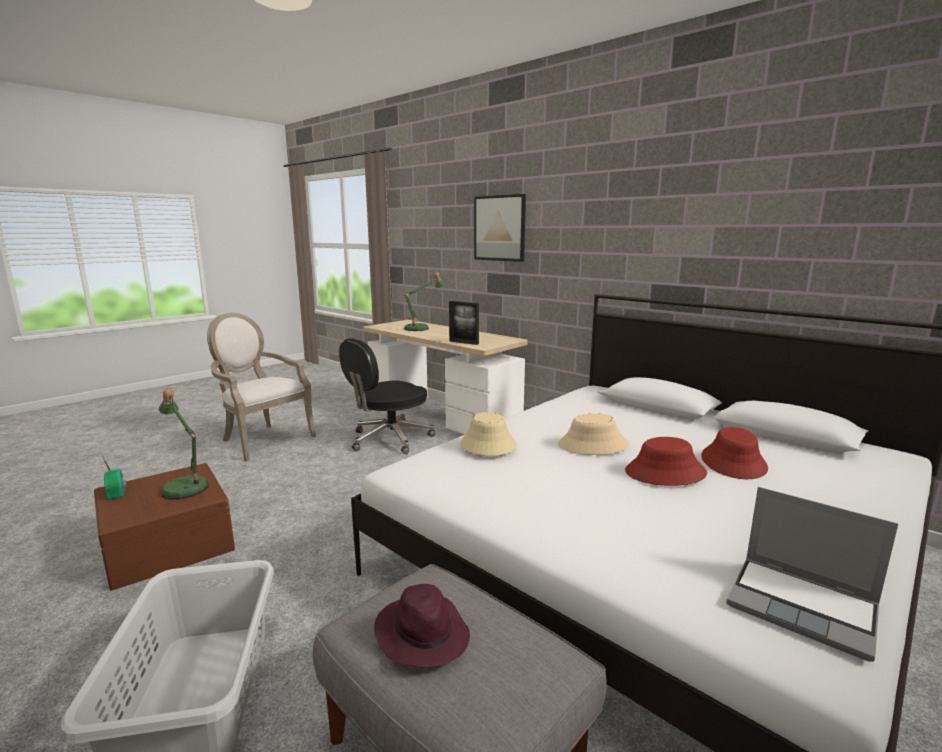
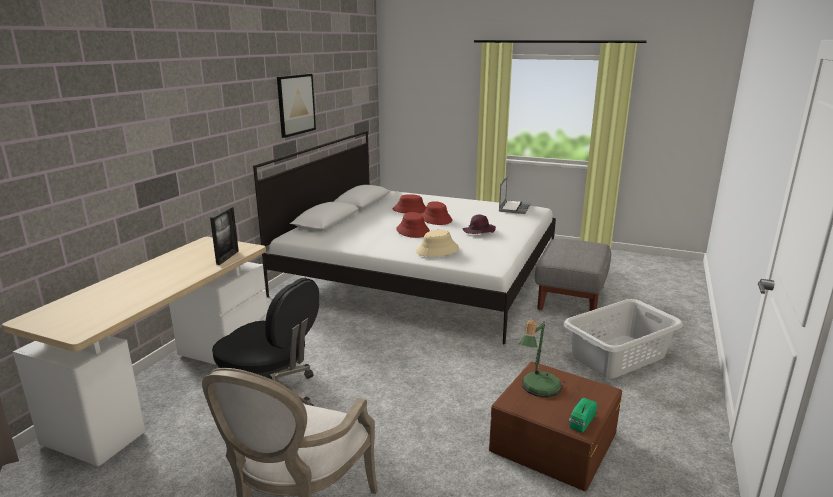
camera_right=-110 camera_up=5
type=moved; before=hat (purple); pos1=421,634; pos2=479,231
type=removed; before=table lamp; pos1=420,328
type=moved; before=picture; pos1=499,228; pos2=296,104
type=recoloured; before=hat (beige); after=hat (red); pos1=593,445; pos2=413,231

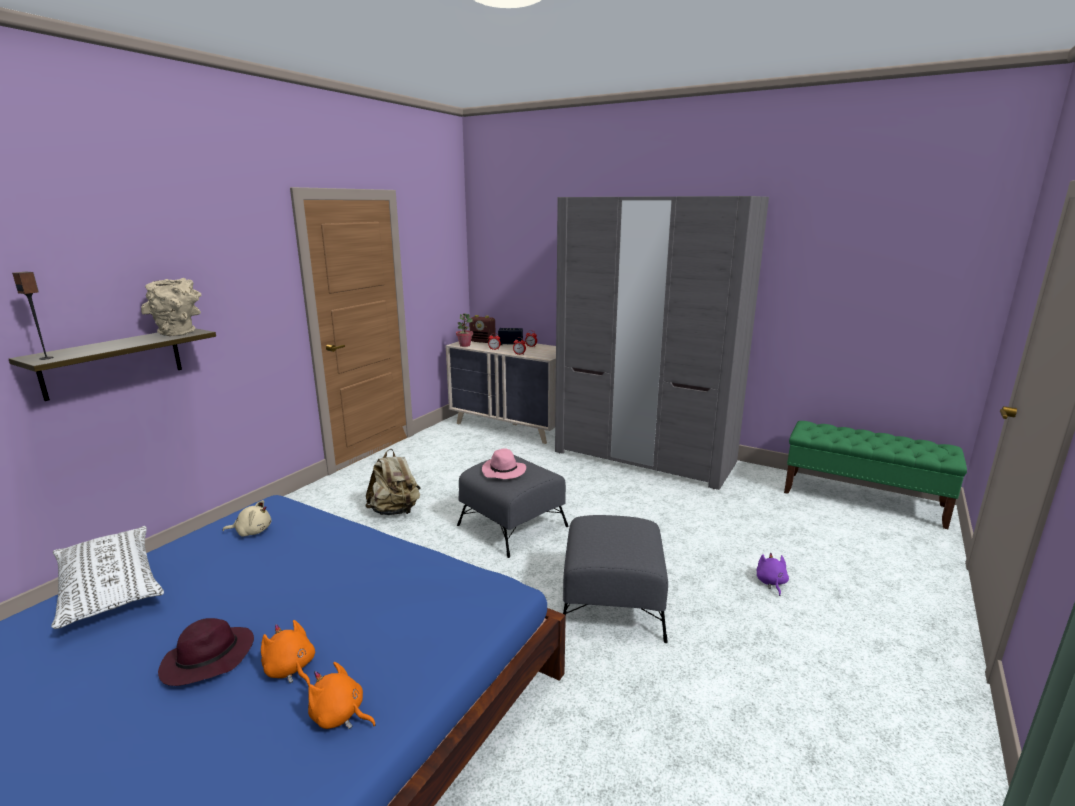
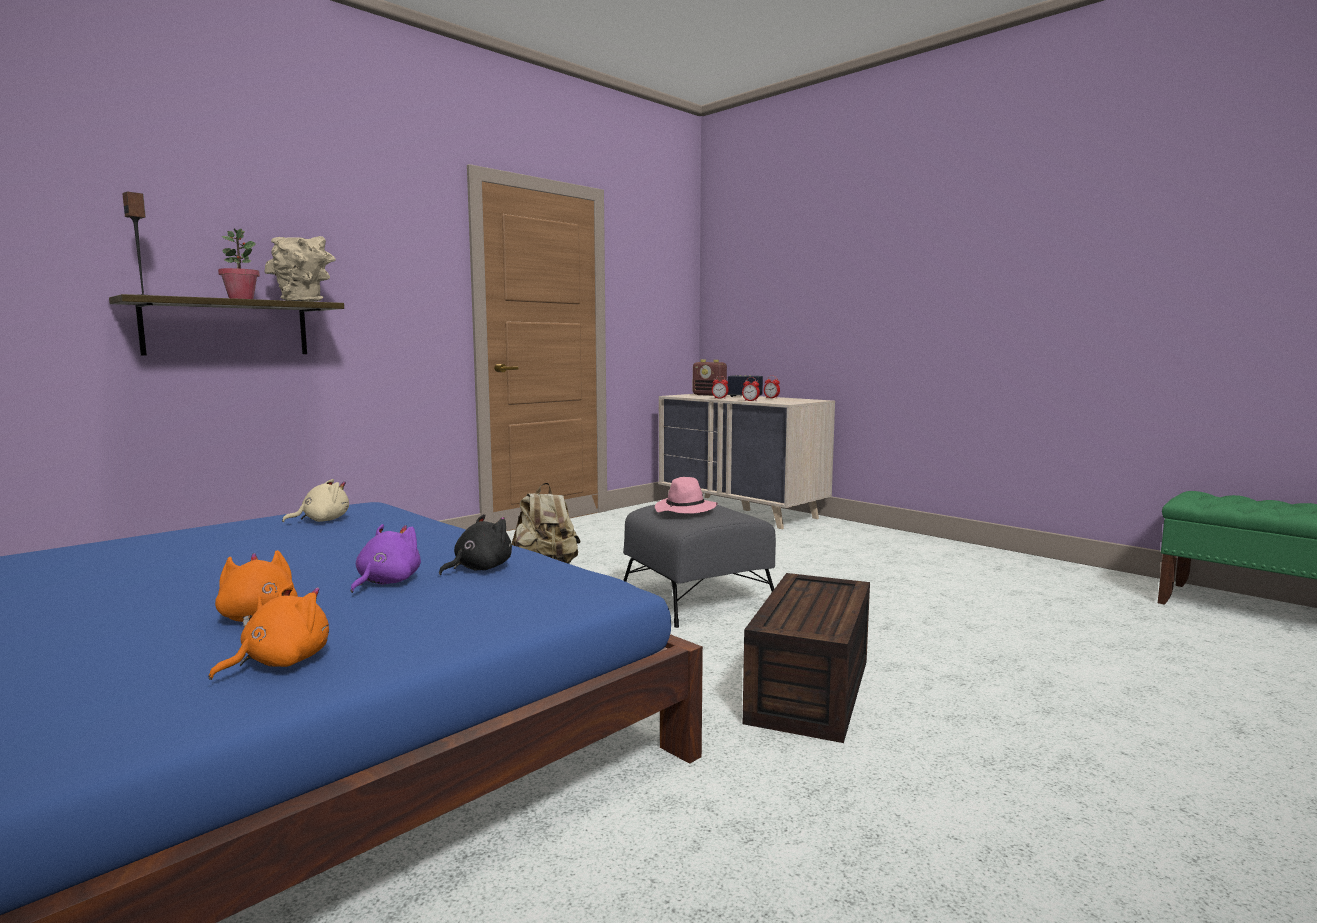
camera_right=15 camera_up=-10
type=removed; before=pillow (white); pos1=110,588
type=removed; before=hat (purple); pos1=207,661
type=turned; before=plush toy (beige); pos1=252,531; pos2=322,520; turn=-45
type=turned; before=plush toy (orange); pos1=340,716; pos2=280,663; turn=90
type=moved; before=potted plant; pos1=465,345; pos2=241,299
type=removed; before=wardrobe (grey); pos1=643,457
type=replaced; before=ottoman (grey); after=storage box (brown); pos1=611,604; pos2=812,692
type=moved; before=plush toy (purple); pos1=771,582; pos2=386,582
type=added; after=plush toy (black); pos2=479,568

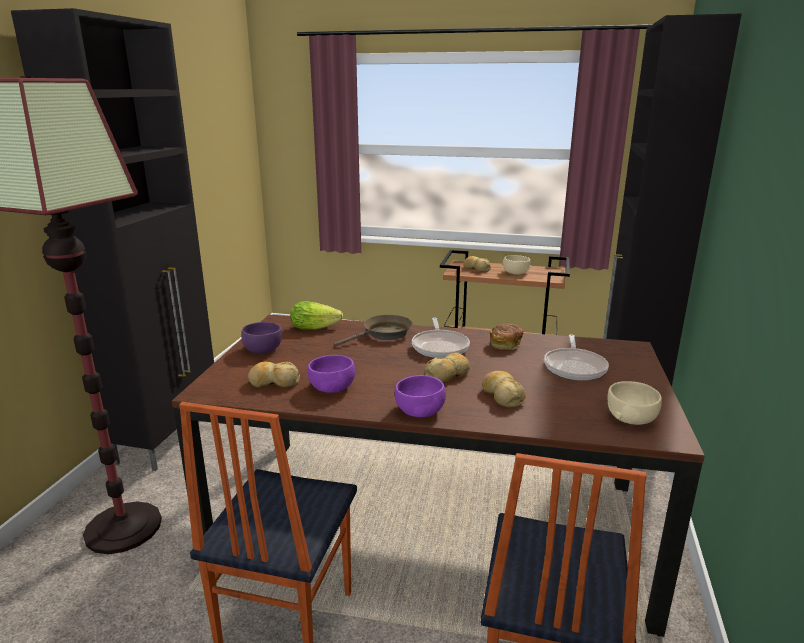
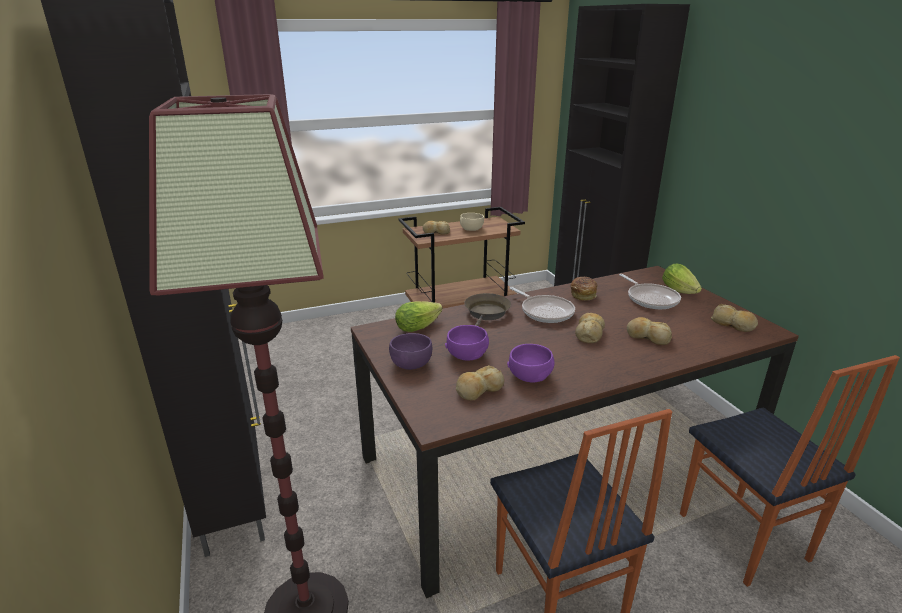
camera_right=-35 camera_up=5
type=moved; before=bowl (purple); pos1=420,410; pos2=467,354
type=replaced; before=bowl (beige); after=bread; pos1=631,417; pos2=733,324
type=added; after=lettuce; pos2=681,291

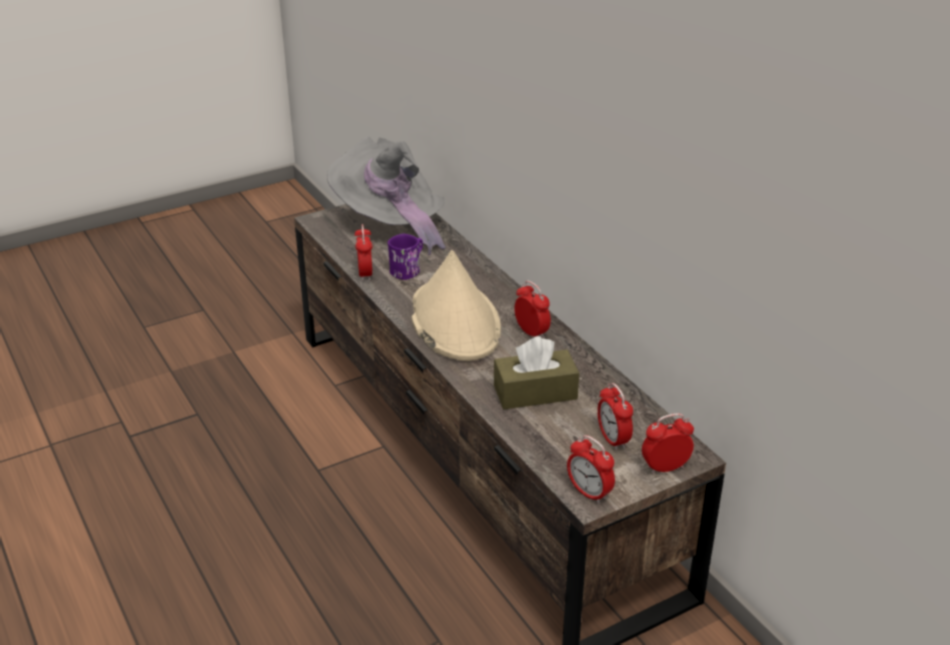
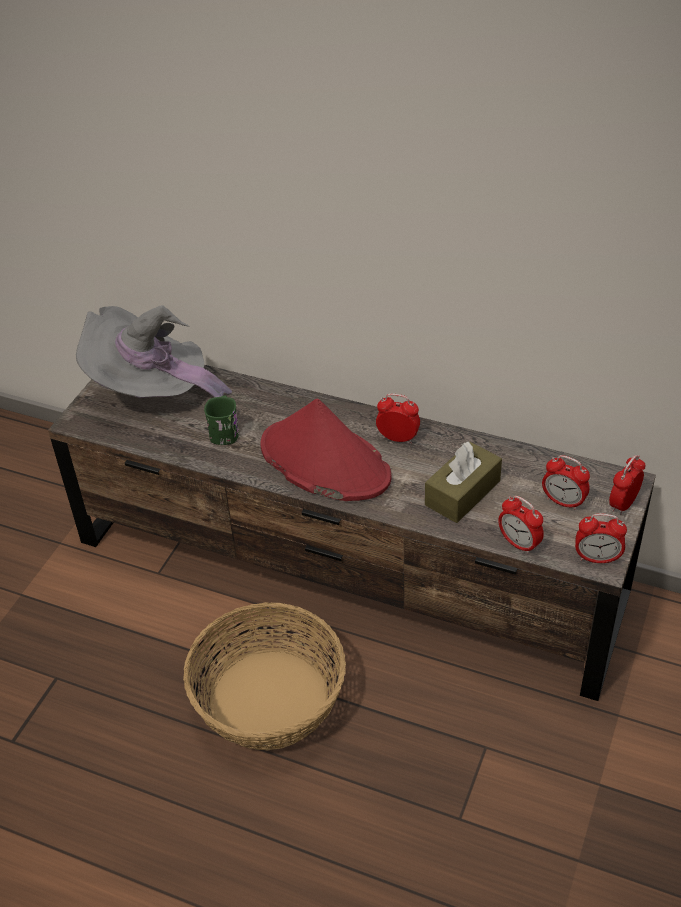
camera_right=-35 camera_up=10
type=moved; before=alarm clock; pos1=365,273; pos2=519,543
type=recoloured; before=mug (purple); after=mug (green); pos1=408,270; pos2=225,431
type=recoloured; before=hat (beige); after=hat (red); pos1=454,321; pos2=324,462
type=added; after=basket; pos2=270,698

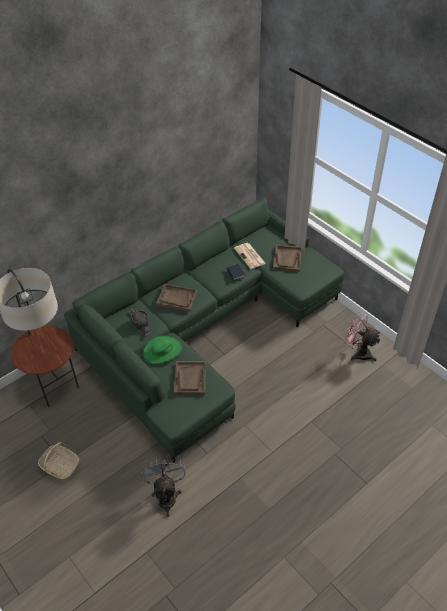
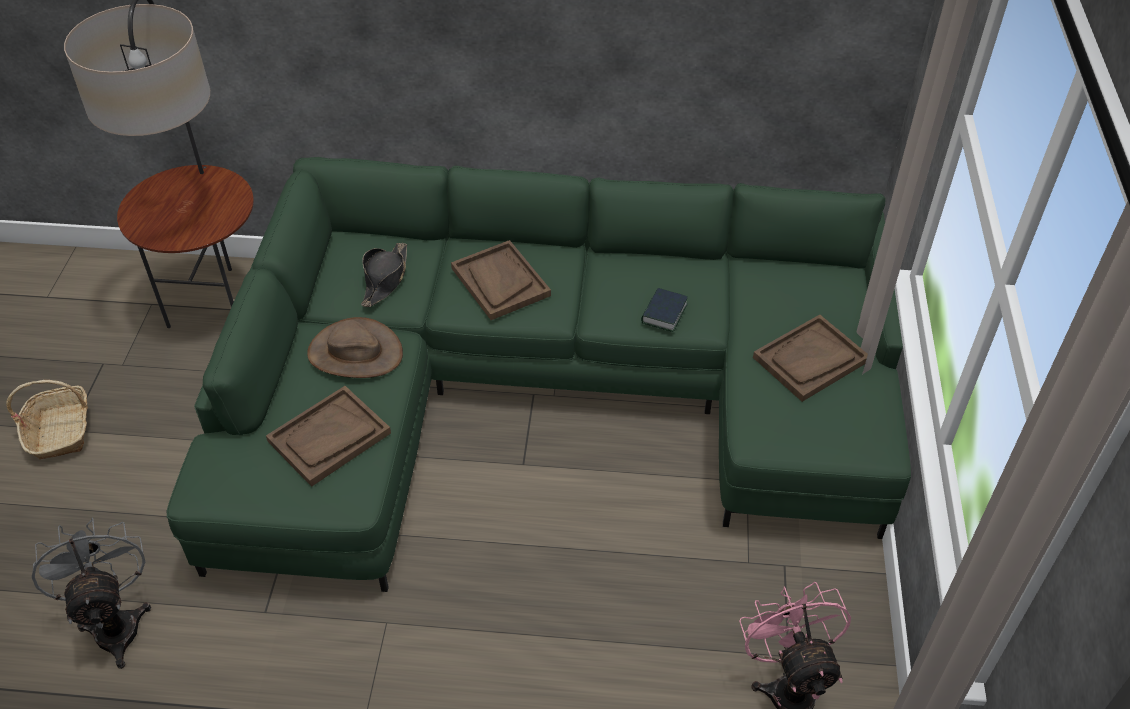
camera_right=45 camera_up=0
type=turned; before=fan (grey); pos1=166,495; pos2=116,622; turn=-60
type=recoloured; before=hat (green); after=hat (brown); pos1=162,351; pos2=355,353
type=removed; before=newspaper; pos1=250,256

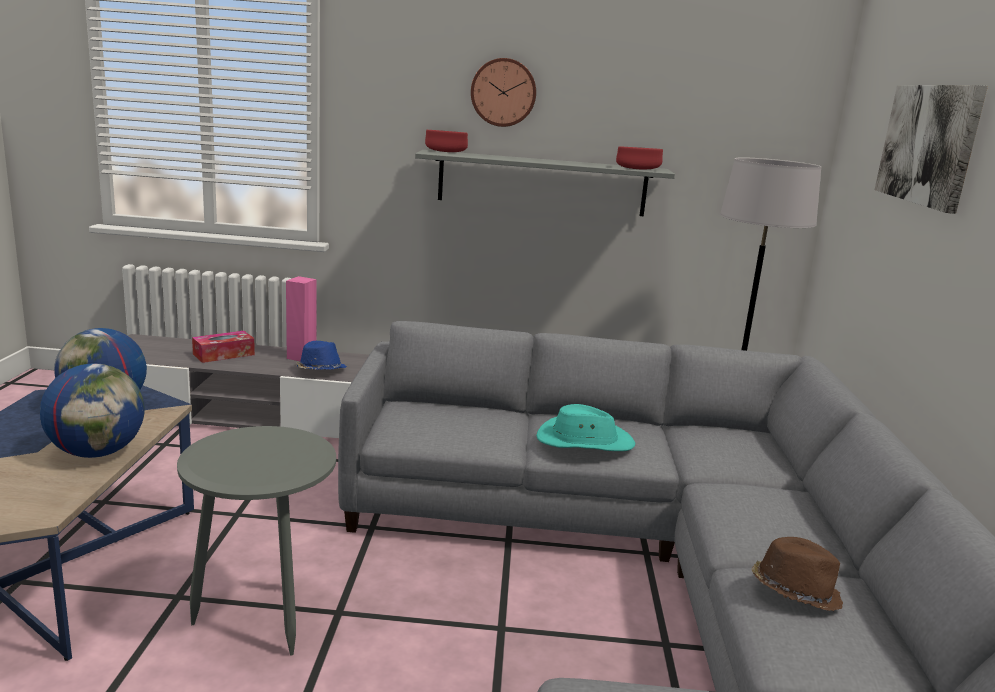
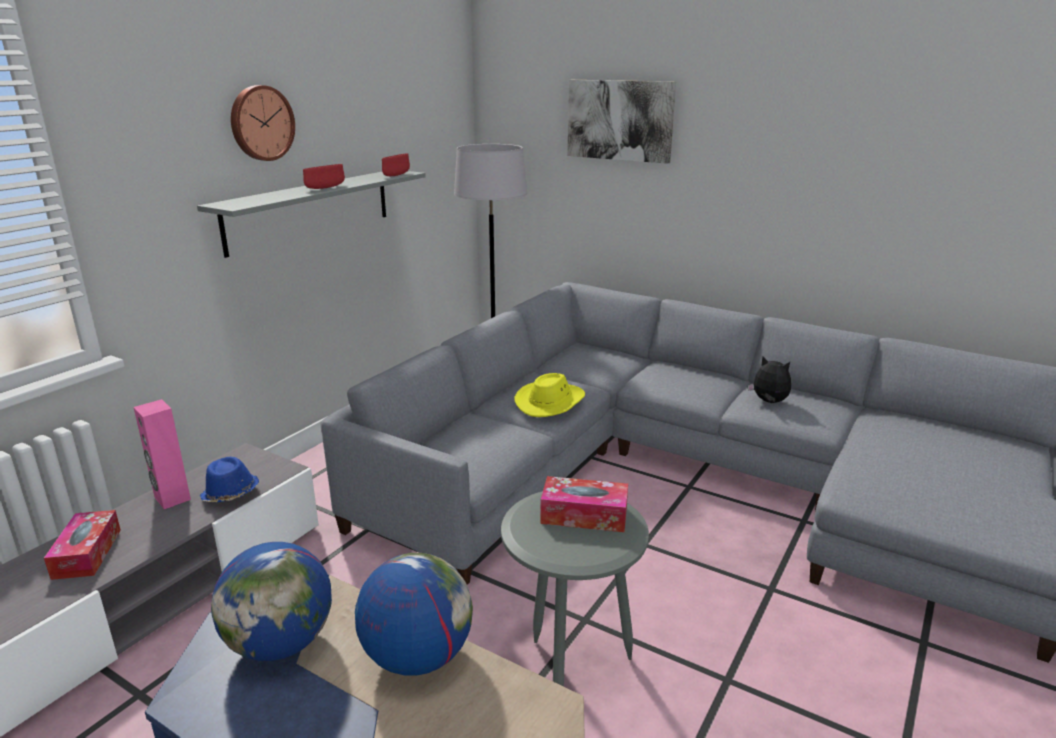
camera_right=-60 camera_up=5
type=moved; before=bowl (red); pos1=445,152; pos2=325,188
type=recoloured; before=hat (turquoise); after=hat (yellow); pos1=584,441; pos2=550,402
type=replaced; before=hat (brown); after=plush toy; pos1=794,592; pos2=769,402
type=added; after=tissue box; pos2=584,515

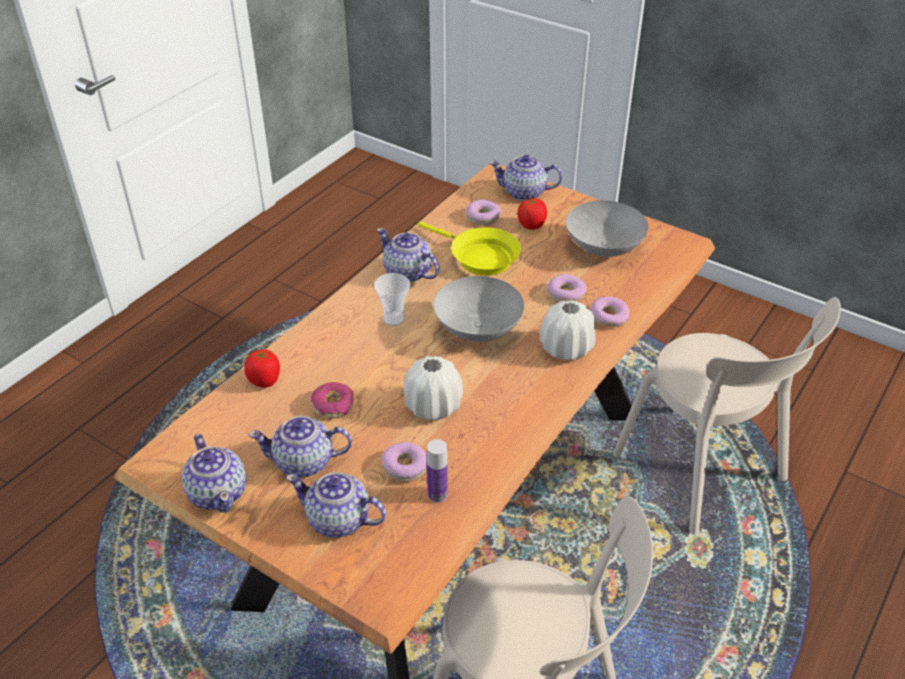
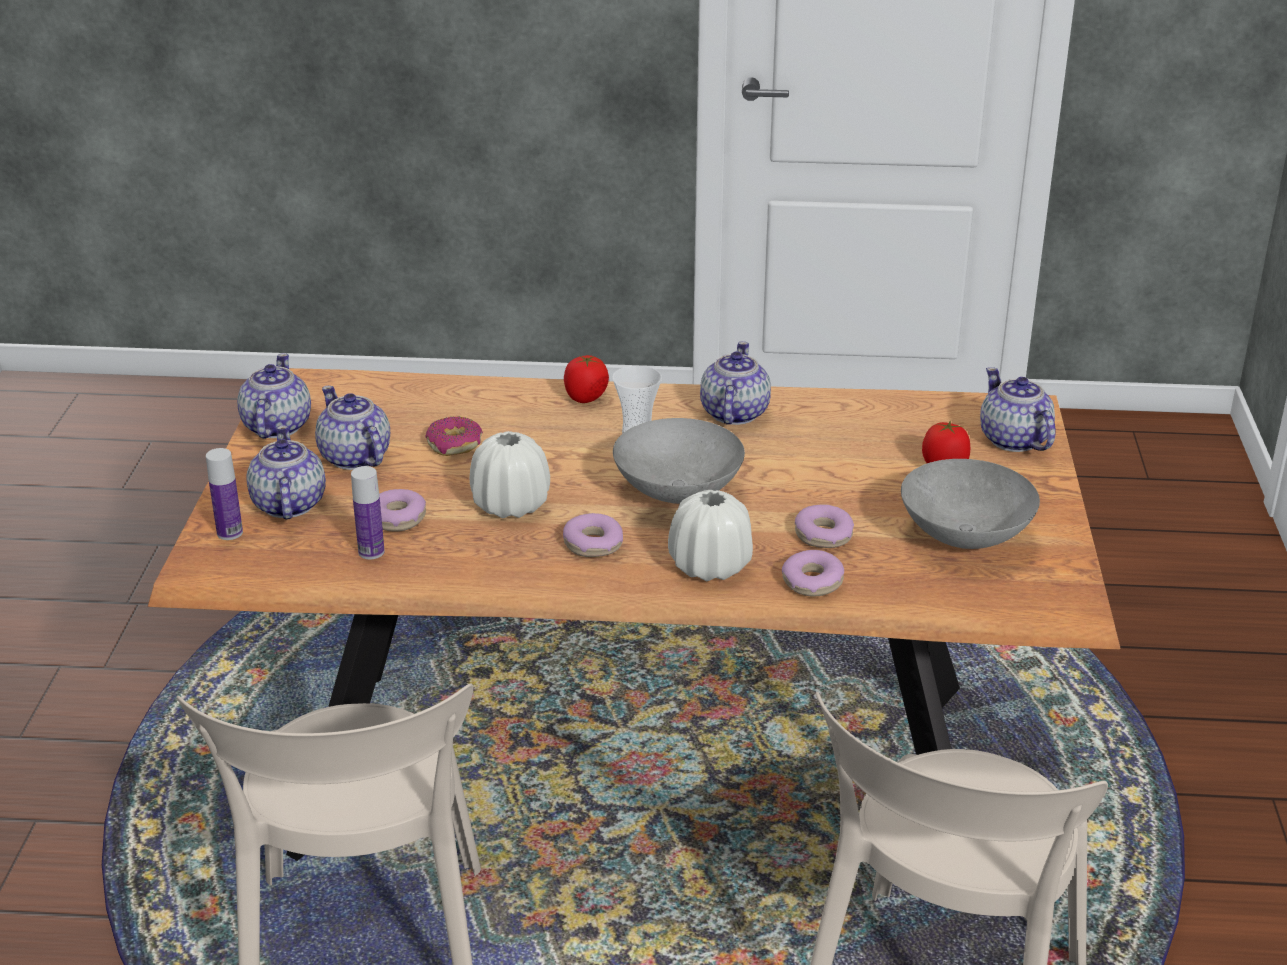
camera_right=60 camera_up=-10
type=turned; before=teapot; pos1=218,492; pos2=276,427; turn=150
type=moved; before=tomato; pos1=265,381; pos2=585,398
type=removed; before=frying pan (yellow); pos1=479,257
type=moved; before=donut; pos1=483,217; pos2=593,544
type=added; after=bottle; pos2=230,533

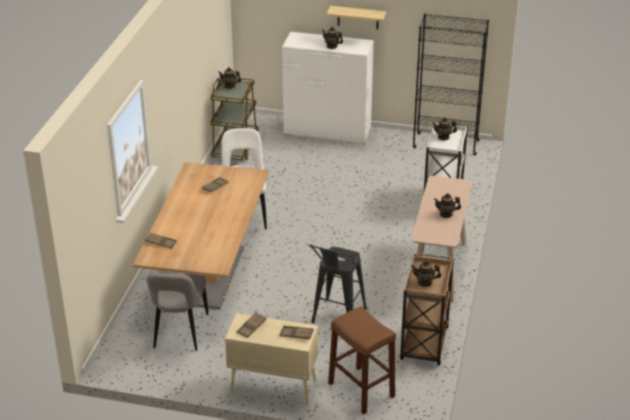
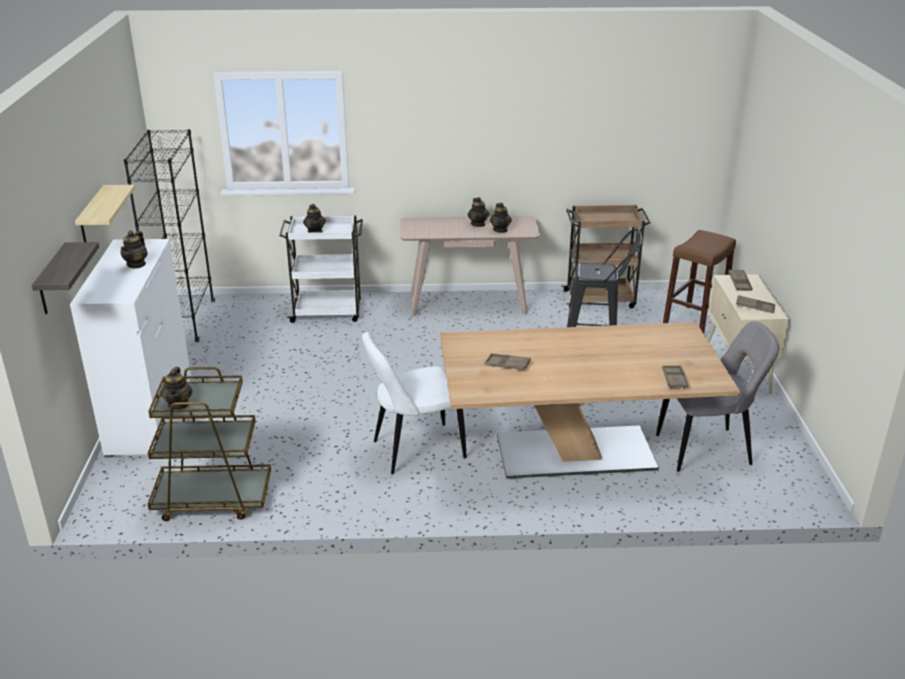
camera_right=-105 camera_up=-5
type=moved; before=teapot; pos1=425,282; pos2=500,230
type=added; after=shelf; pos2=52,280

